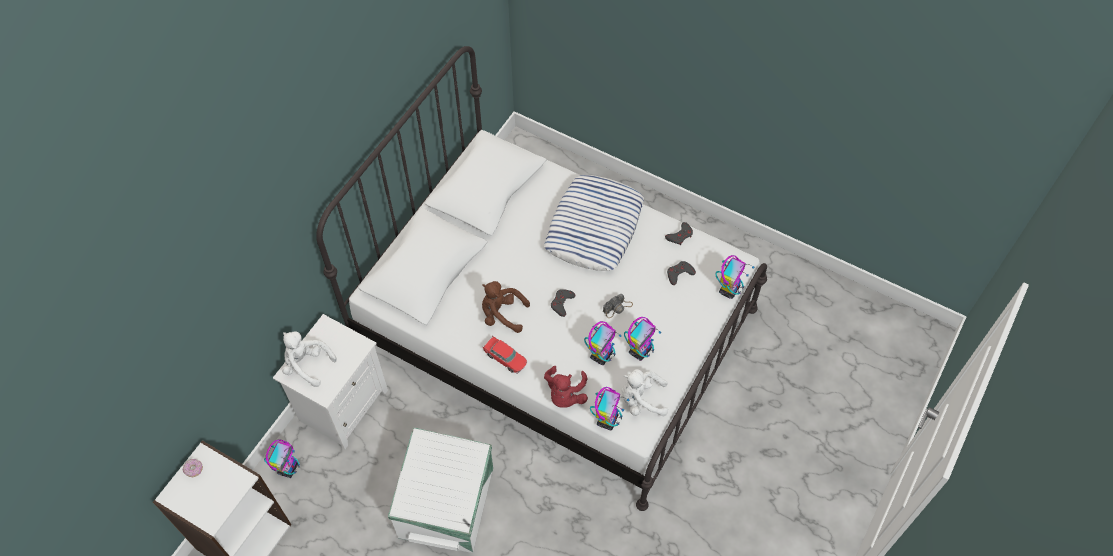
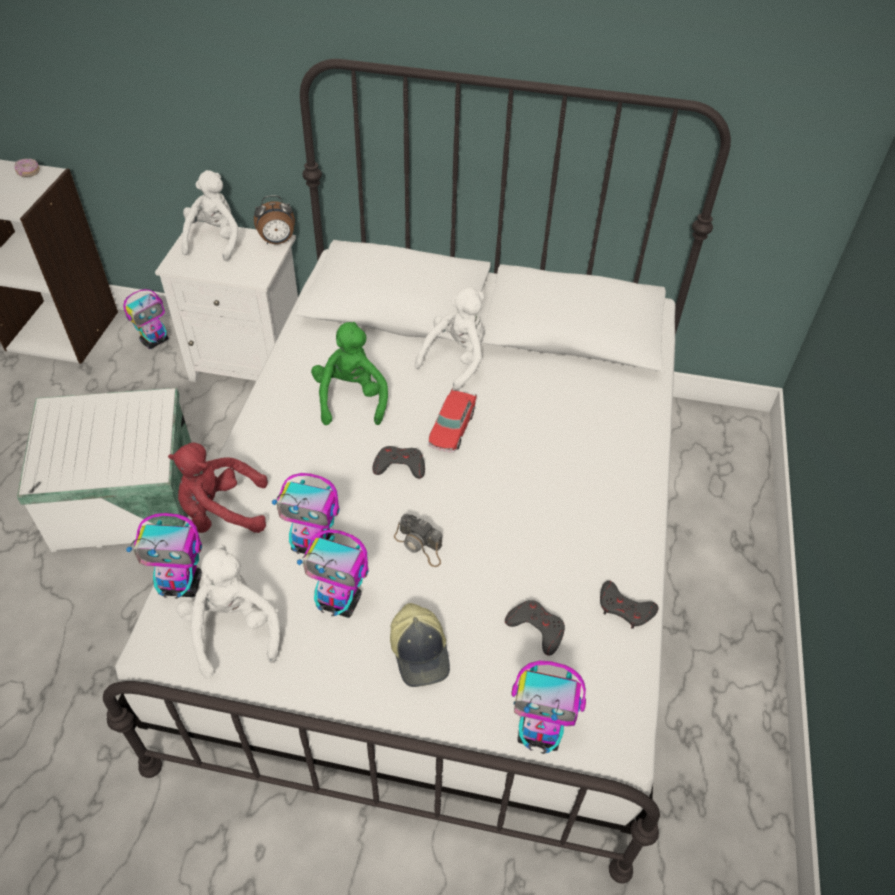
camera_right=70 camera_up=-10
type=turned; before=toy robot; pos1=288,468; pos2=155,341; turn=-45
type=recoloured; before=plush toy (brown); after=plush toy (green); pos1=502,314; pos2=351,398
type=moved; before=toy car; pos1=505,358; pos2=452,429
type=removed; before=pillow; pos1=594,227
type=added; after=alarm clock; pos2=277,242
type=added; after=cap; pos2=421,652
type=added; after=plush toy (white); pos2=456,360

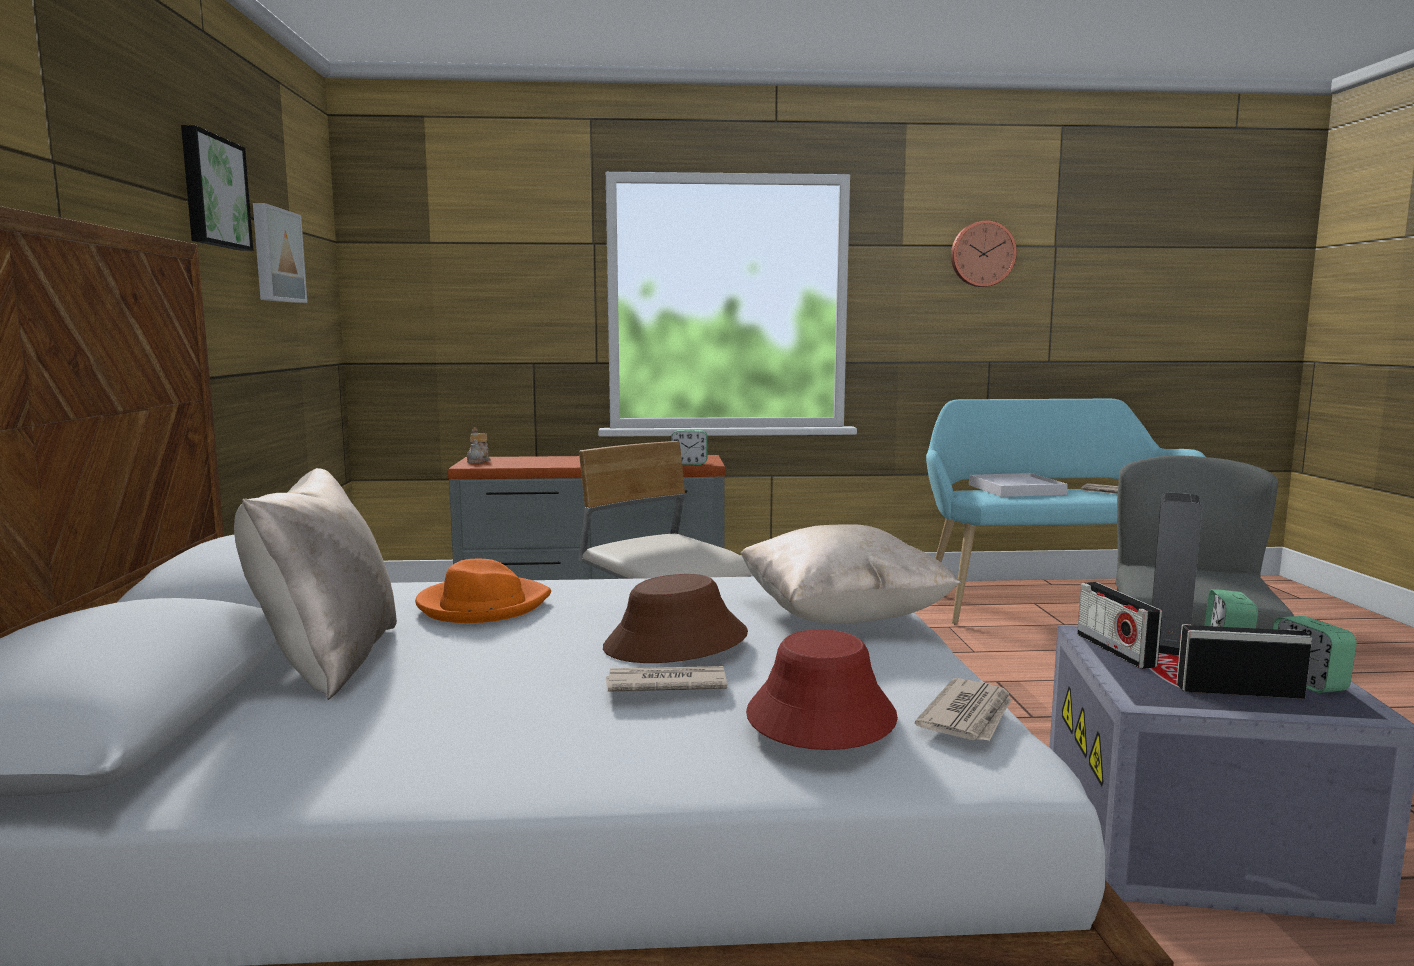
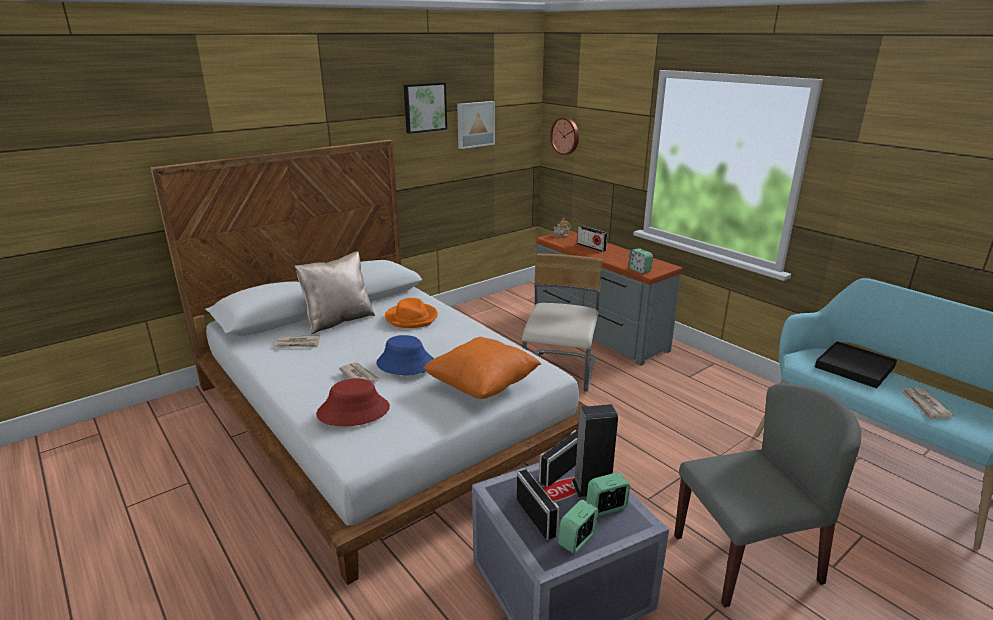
camera_right=55 camera_up=15
type=recoloured; before=hat (brown); after=hat (blue); pos1=676,642; pos2=405,363
type=recoloured; before=pillow (beige); after=pillow (orange); pos1=842,617; pos2=482,386
type=moved; before=newspaper; pos1=969,716; pos2=298,344
type=moved; before=wall clock; pos1=982,254; pos2=565,136
type=recoloured; before=tray (white); after=tray (black); pos1=1016,489; pos2=854,367
type=added; after=radio; pos2=591,247

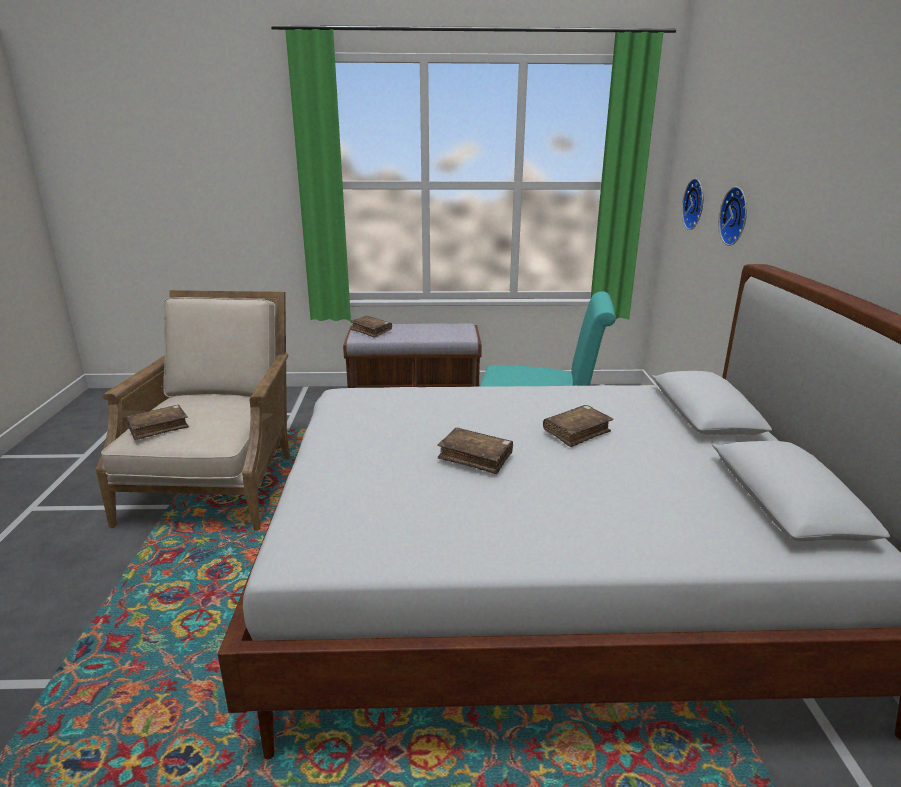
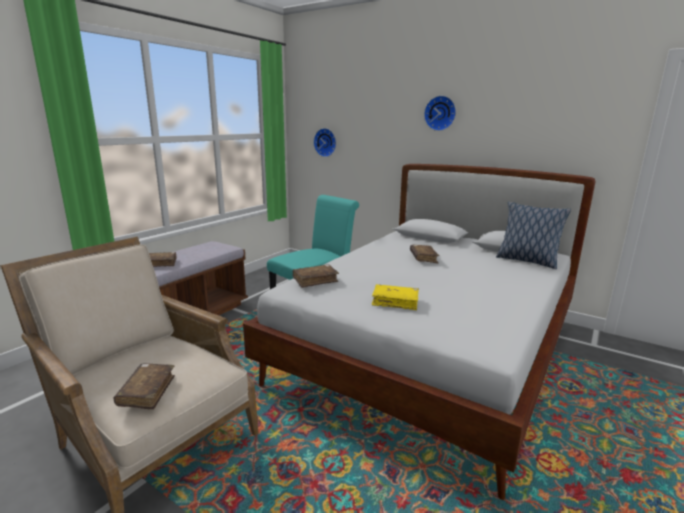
camera_right=-55 camera_up=-5
type=moved; before=book (brown); pos1=475,457; pos2=315,280
type=moved; before=wall clock; pos1=737,216; pos2=440,113
type=added; after=book (yellow); pos2=395,302
type=added; after=pillow; pos2=526,261

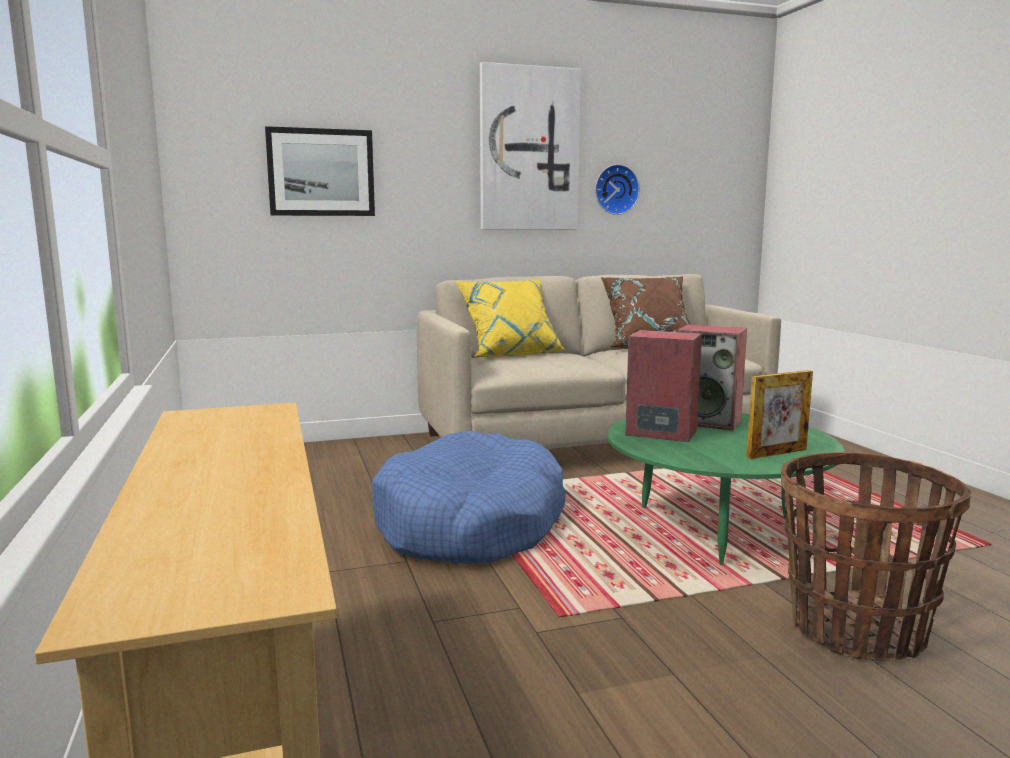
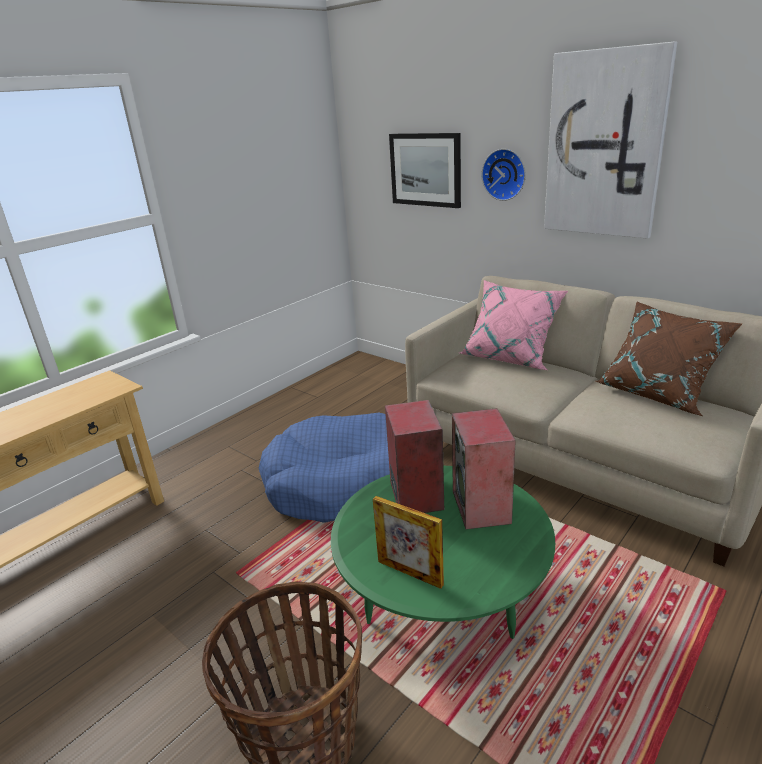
camera_right=60 camera_up=15
type=recoloured; before=pillow (yellow); after=pillow (pink); pos1=510,354; pos2=510,357
type=moved; before=wall clock; pos1=615,189; pos2=505,174

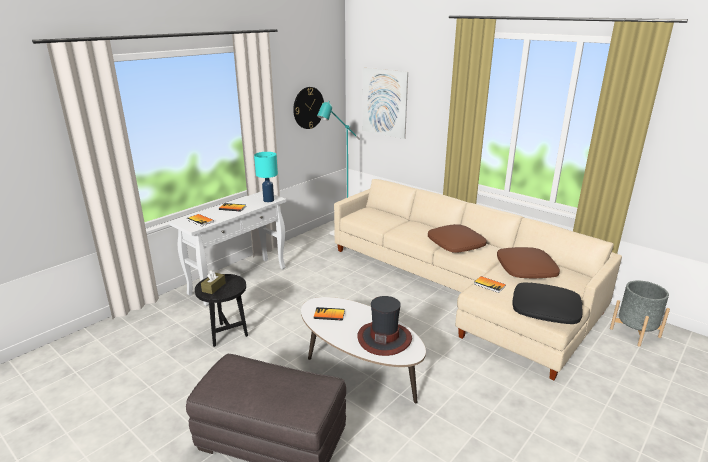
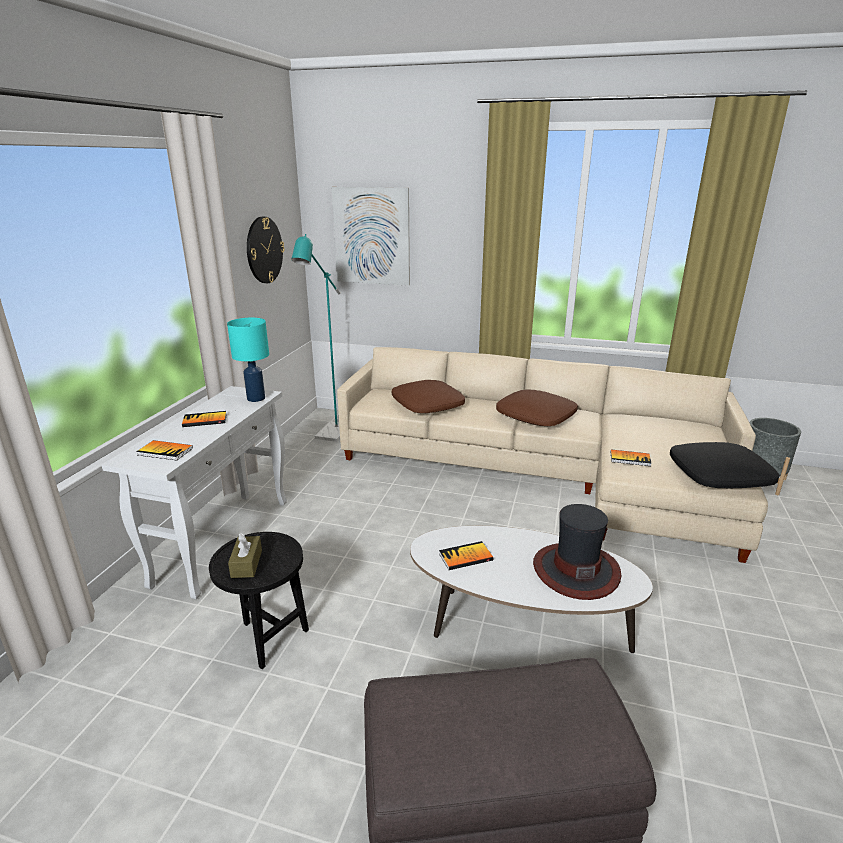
camera_right=-25 camera_up=0
type=moved; before=pillow (brown); pos1=525,269; pos2=427,405

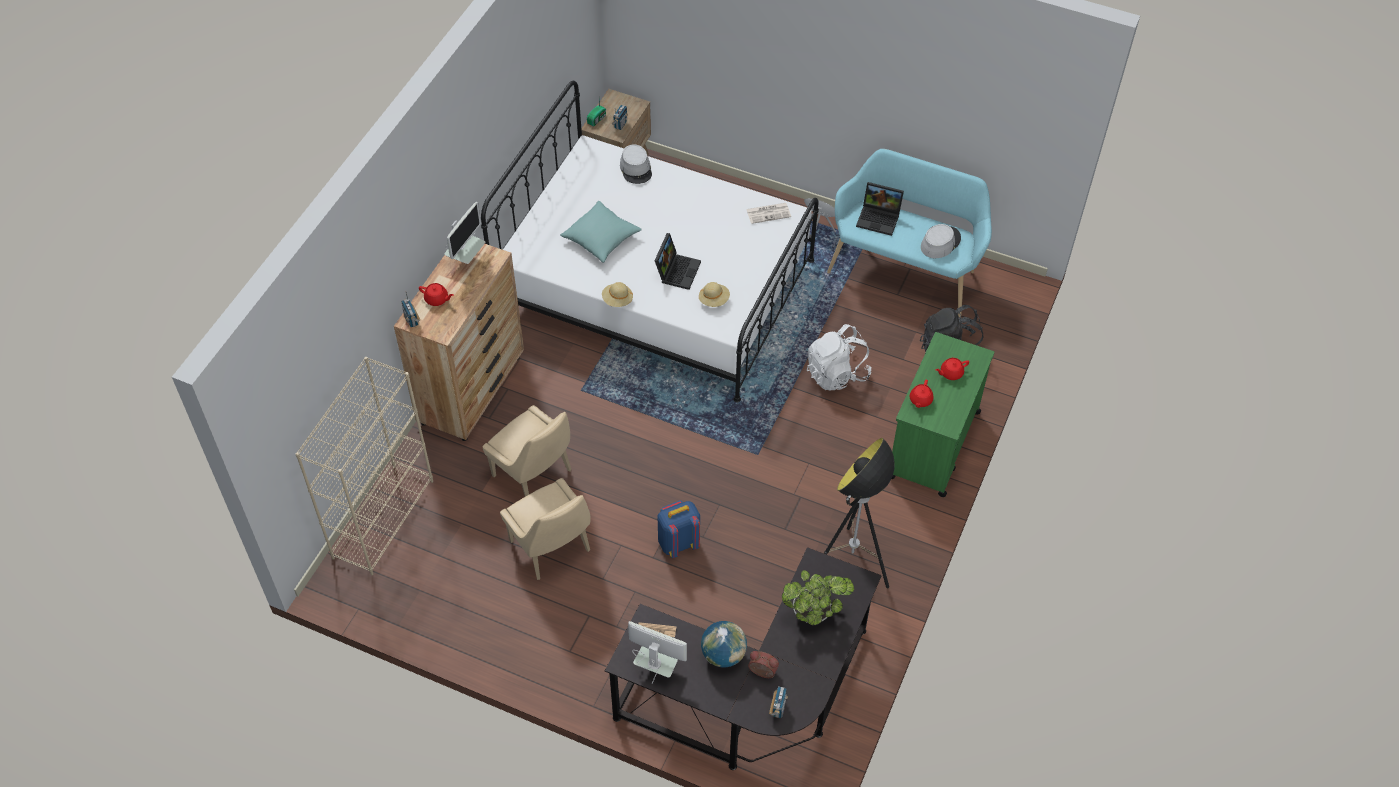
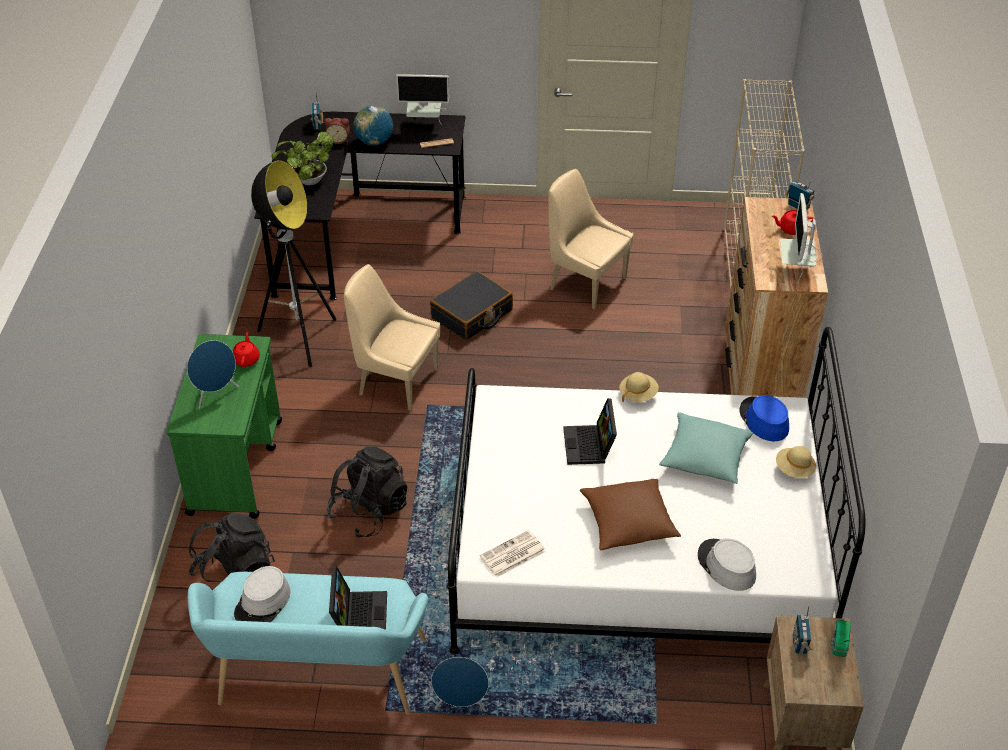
camera_right=160 camera_up=-10
type=moved; before=chair (beige); pos1=534,475; pos2=395,381
type=replaced; before=backpack (blue); after=suitcase (black); pos1=678,542; pos2=472,314
type=moved; before=hat (beige); pos1=714,300; pos2=794,470
type=recoloured; before=backpack (white); after=backpack (black); pos1=836,374; pos2=369,511
type=turned; before=laptop; pos1=879,218; pos2=358,614; turn=90
type=replaced; before=teapot (red); after=speaker (blue); pos1=951,373; pos2=216,395
type=added; after=pillow (brown); pos2=628,523
type=added; after=hat (blue); pos2=763,420

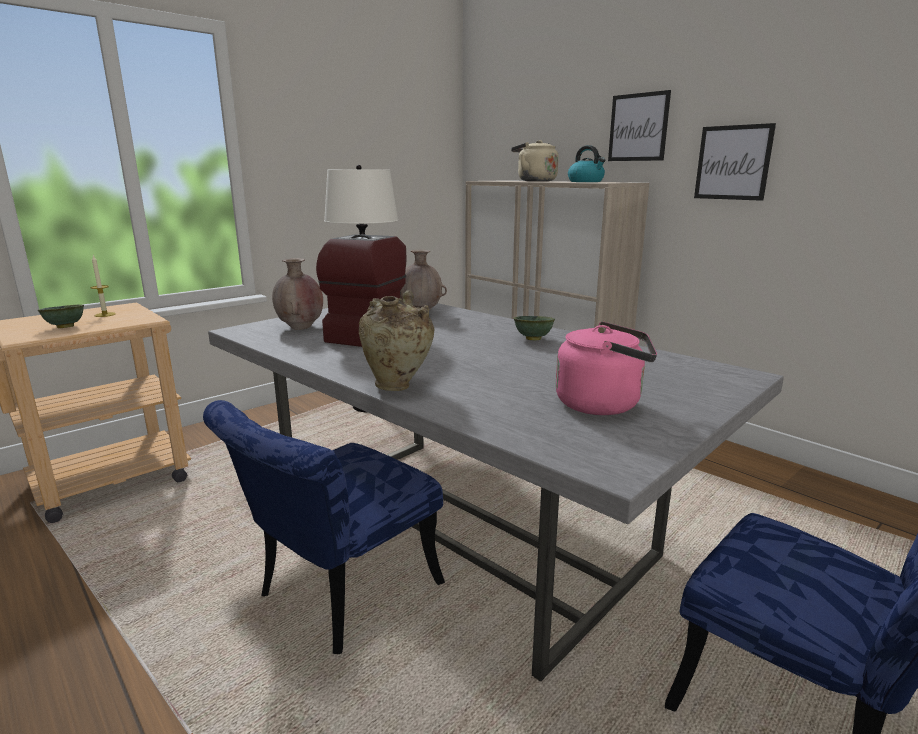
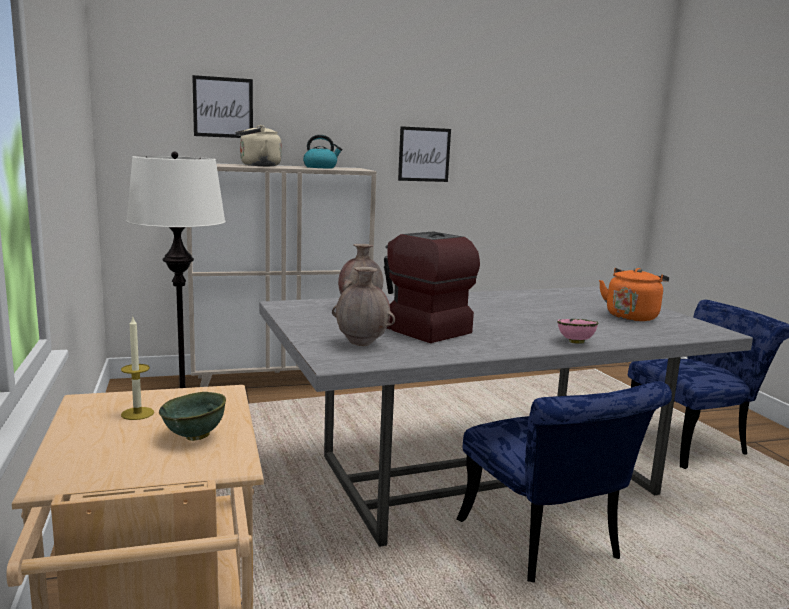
camera_right=-65 camera_up=-5
type=replaced; before=vase (beige); after=bowl (pink); pos1=398,386; pos2=575,342
type=removed; before=bowl (green); pos1=532,339
type=recoloured; before=kettle (pink); after=kettle (orange); pos1=603,404; pos2=632,316
type=moved; before=picture; pos1=638,127; pos2=223,107

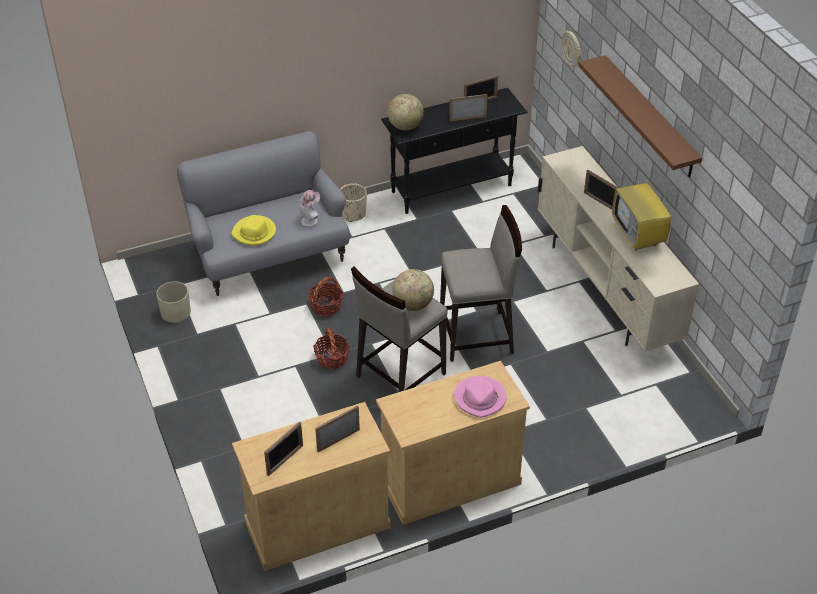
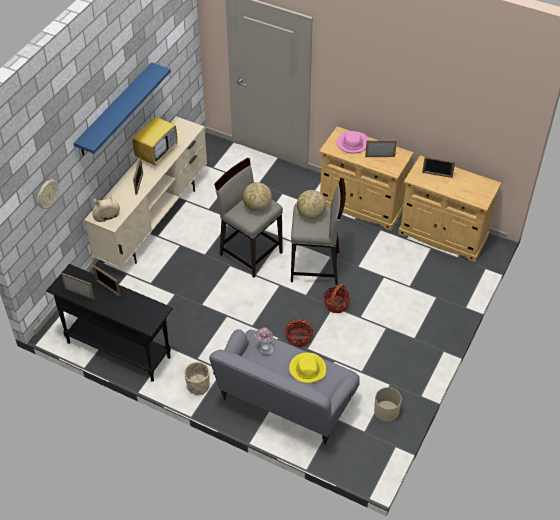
camera_right=-130 camera_up=5
type=moved; before=picture frame; pos1=285,460; pos2=380,156
type=moved; before=globe; pos1=405,126; pos2=257,207
type=recoloured; before=shelf (brown); after=shelf (blue); pos1=649,117; pos2=115,110
type=added; after=vase (beige); pos2=107,217

